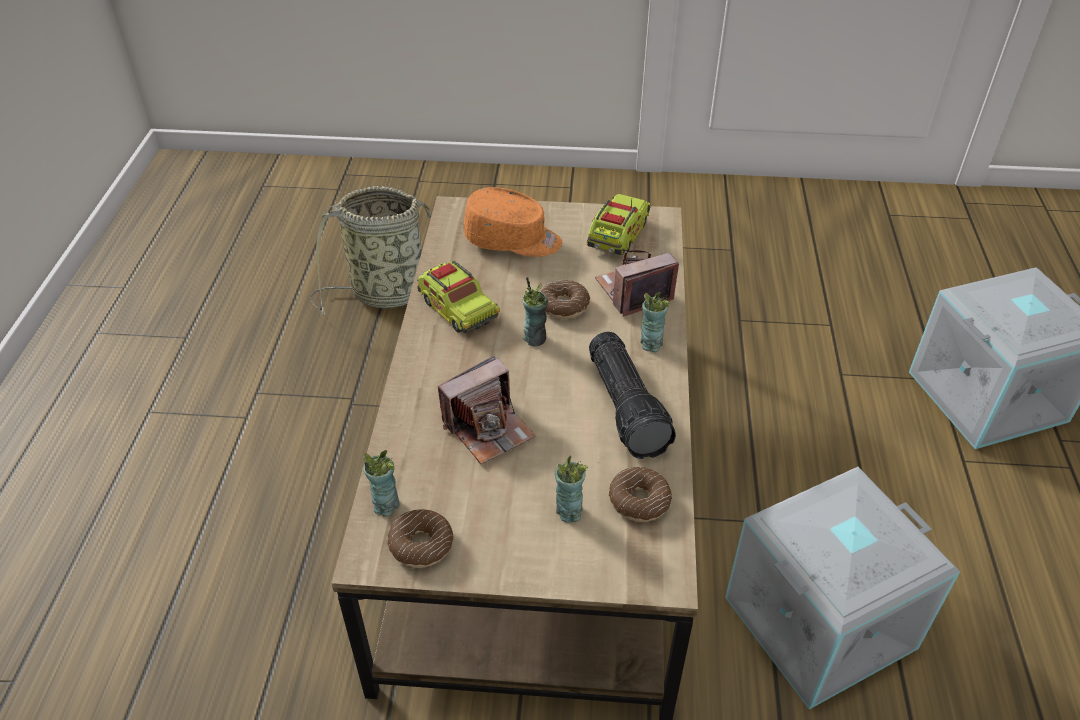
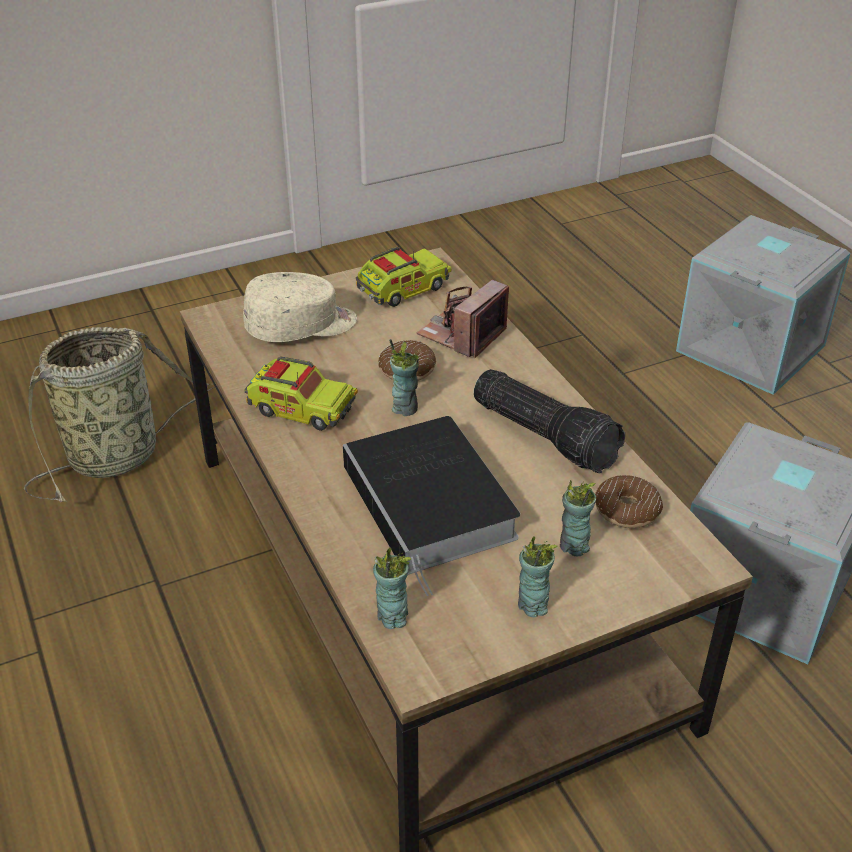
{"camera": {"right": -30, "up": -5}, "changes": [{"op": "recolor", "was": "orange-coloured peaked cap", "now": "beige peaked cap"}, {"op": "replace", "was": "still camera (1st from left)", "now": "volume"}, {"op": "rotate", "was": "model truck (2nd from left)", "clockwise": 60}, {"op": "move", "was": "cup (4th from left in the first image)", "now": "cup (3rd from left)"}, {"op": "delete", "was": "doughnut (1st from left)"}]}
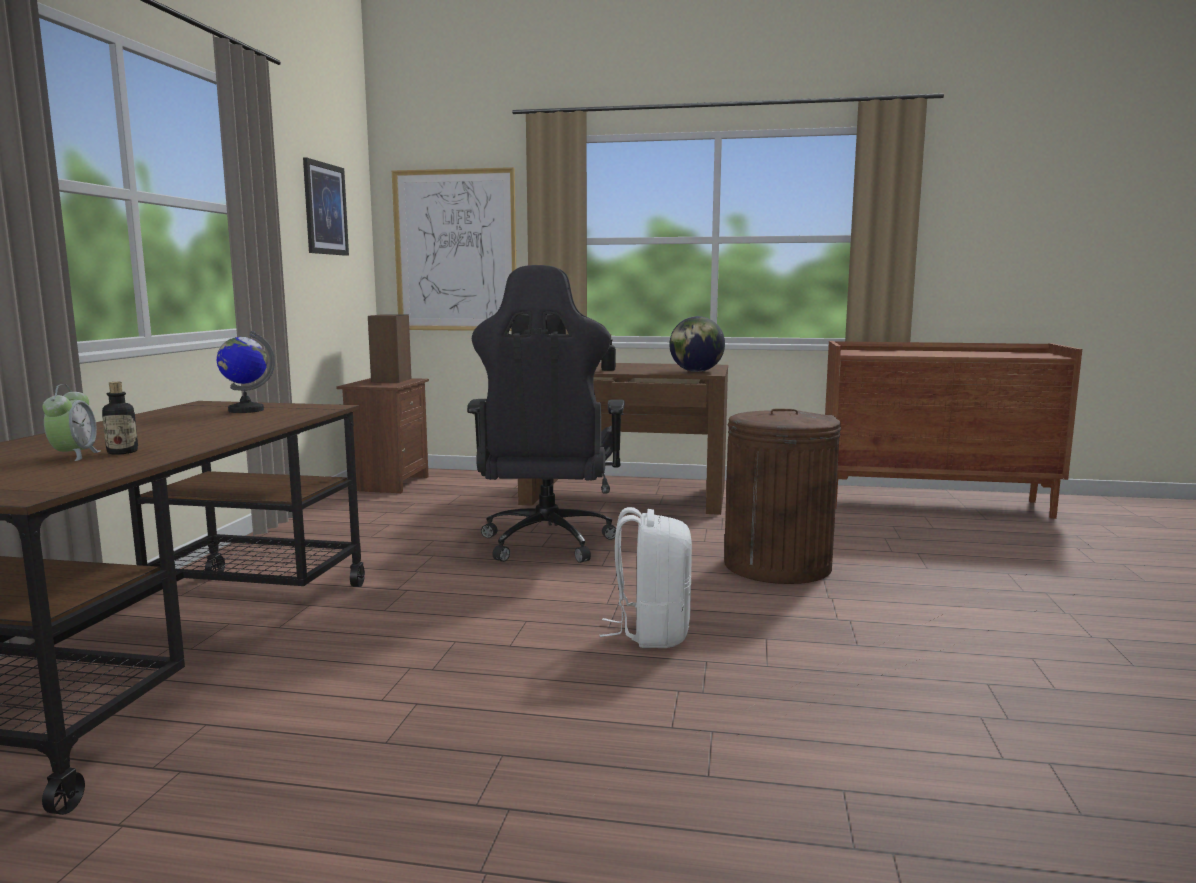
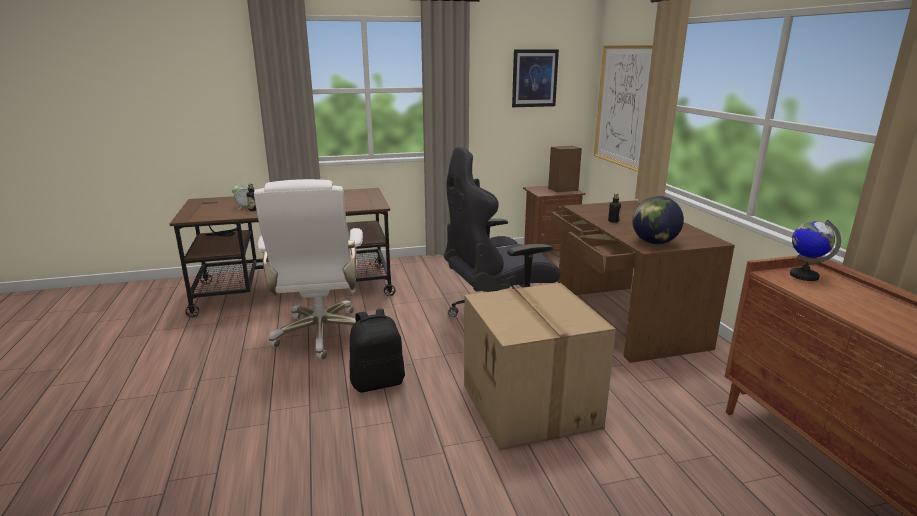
{"camera": {"right": 65, "up": 10}, "changes": [{"op": "insert", "now": "white computer chair"}, {"op": "recolor", "was": "white knapsack", "now": "blackish knapsack"}, {"op": "replace", "was": "brown-coloured waste bin", "now": "carton"}, {"op": "move", "was": "desk globe (1st from left in the first image)", "now": "desk globe (2nd from left)"}]}
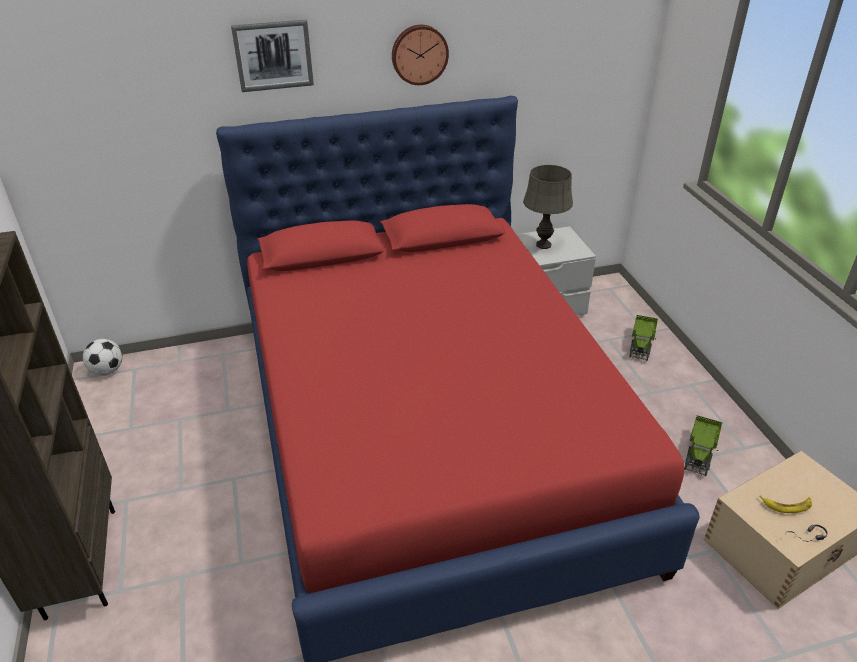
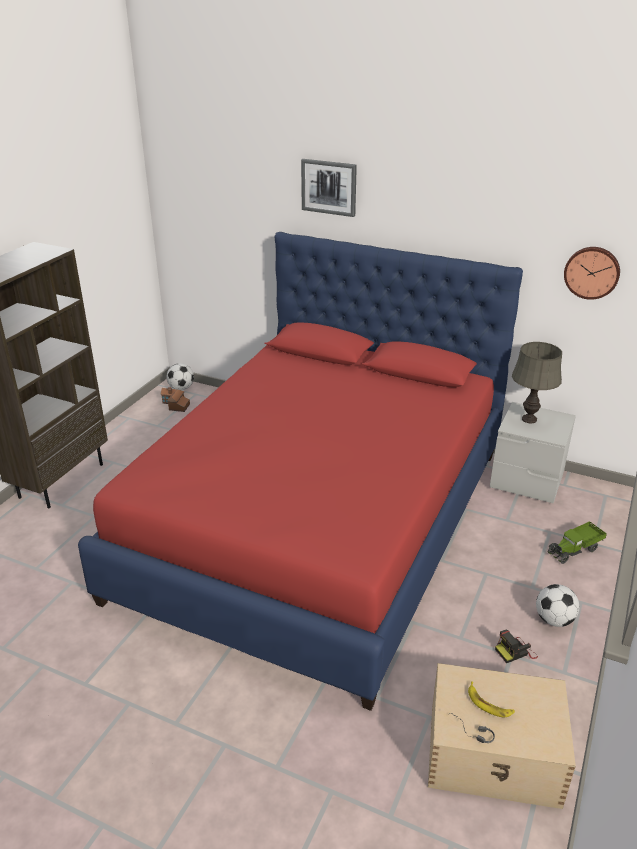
{"camera": {"right": 40, "up": -5}, "changes": [{"op": "insert", "now": "model house"}, {"op": "replace", "was": "model truck (2nd from left)", "now": "still camera"}, {"op": "insert", "now": "football ball (2nd from left)"}, {"op": "move", "was": "clock on the wall"}]}
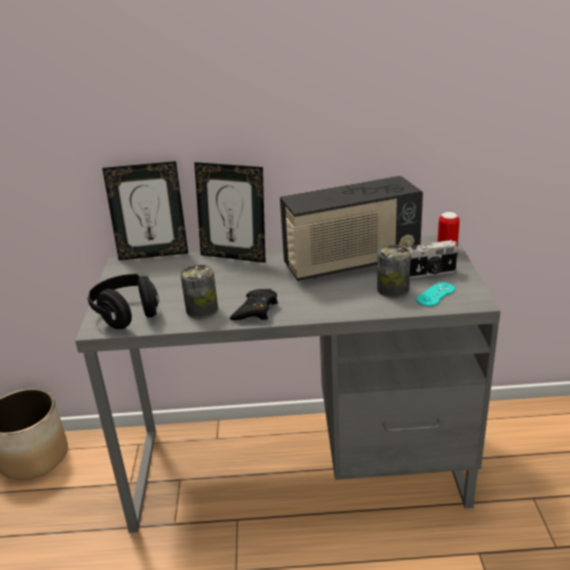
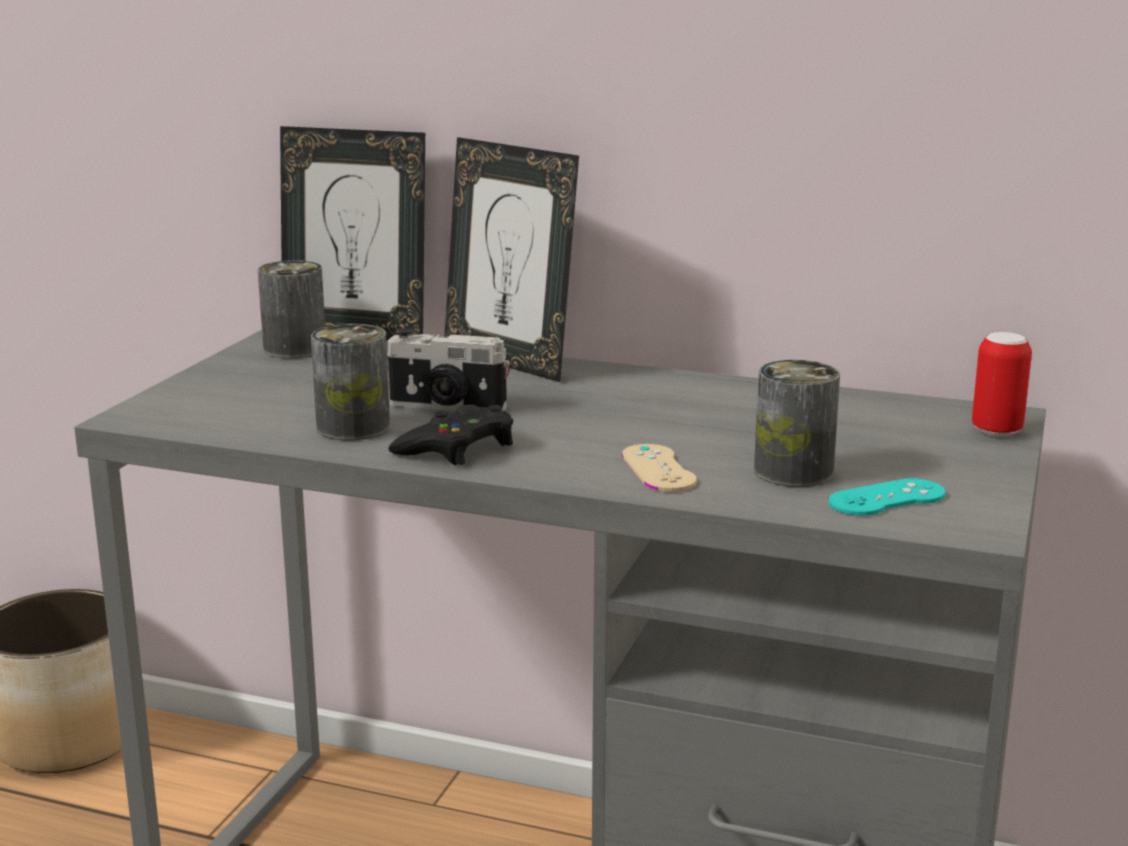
{"camera": {"right": 20, "up": -10}, "changes": [{"op": "insert", "now": "metal can (1st from left)"}, {"op": "move", "was": "still camera"}, {"op": "insert", "now": "beige game controller"}, {"op": "delete", "was": "blackish headphones"}, {"op": "delete", "was": "radio set"}]}
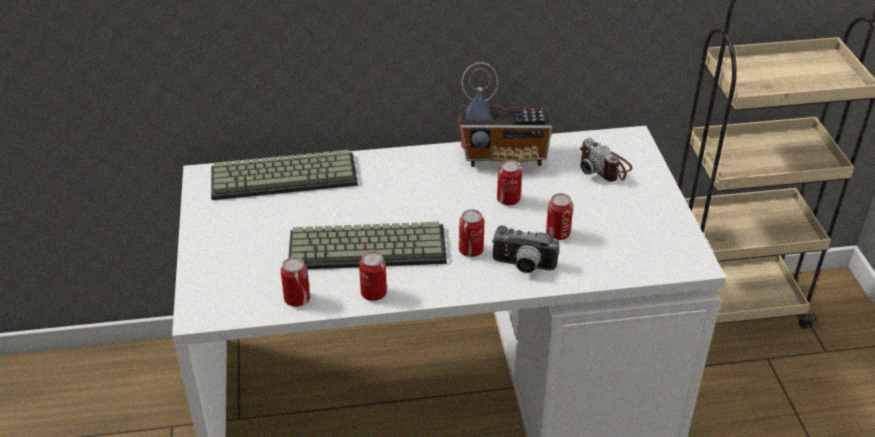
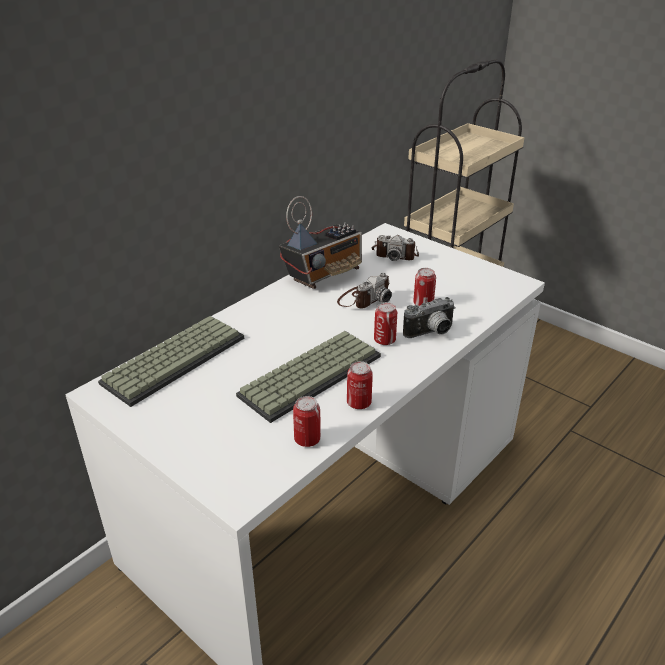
{"camera": {"right": -40, "up": -5}, "changes": [{"op": "replace", "was": "metal can (4th from left)", "now": "still camera (1st from left)"}]}
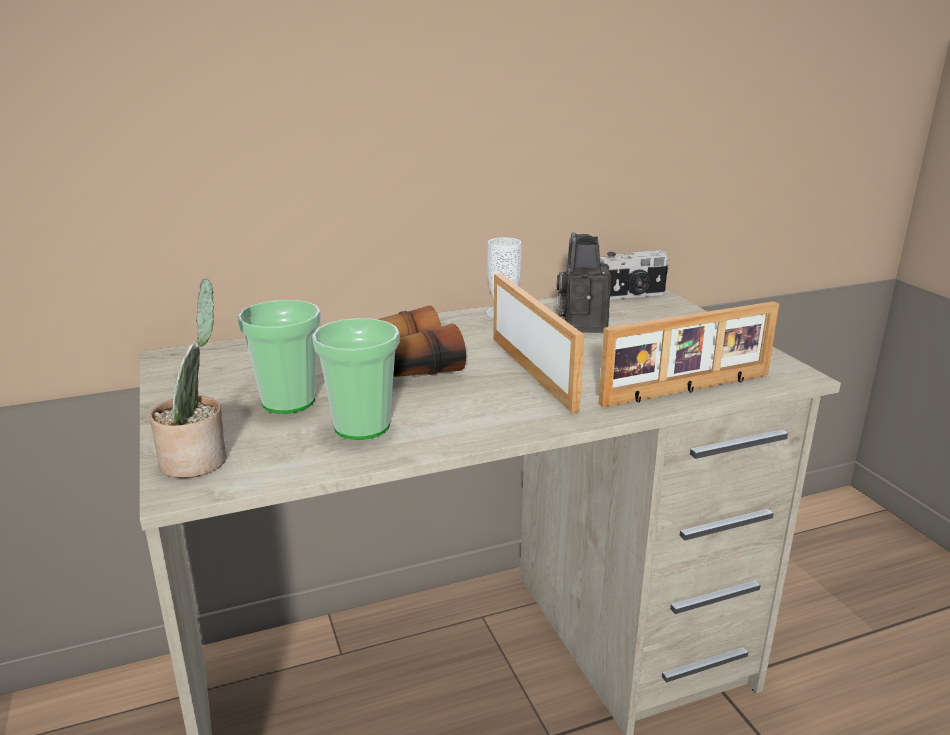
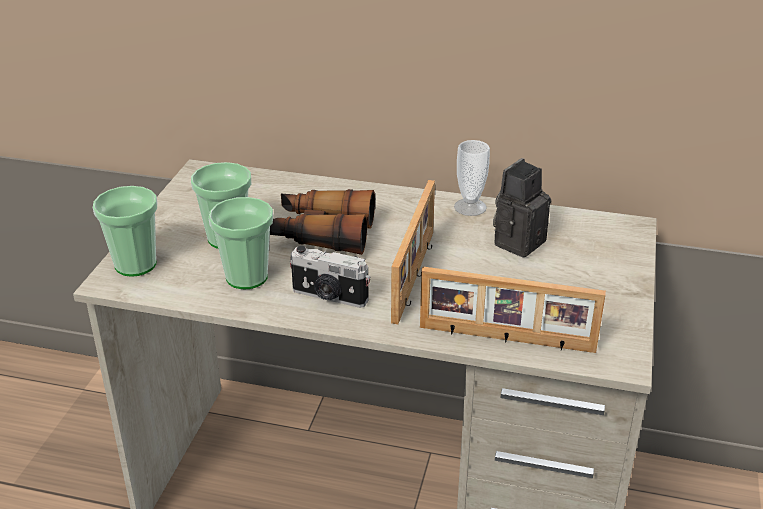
{"camera": {"right": 35, "up": 10}, "changes": [{"op": "replace", "was": "plant in a pot", "now": "cup (1st from left)"}, {"op": "move", "was": "still camera (2nd from left in the first image)", "now": "still camera (1st from left)"}]}
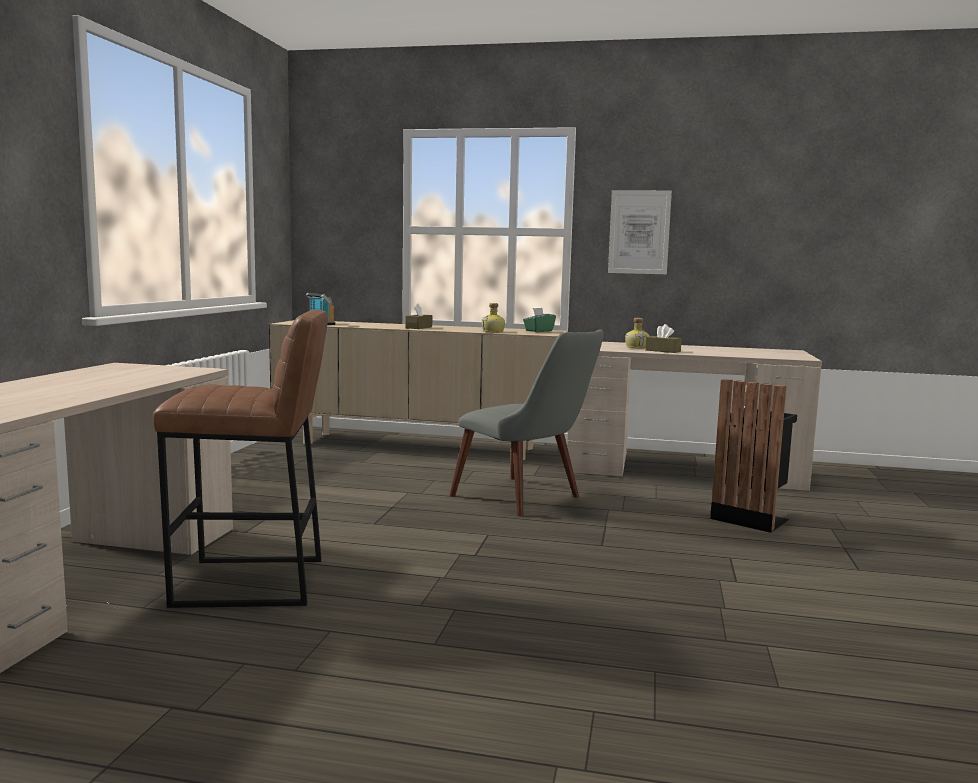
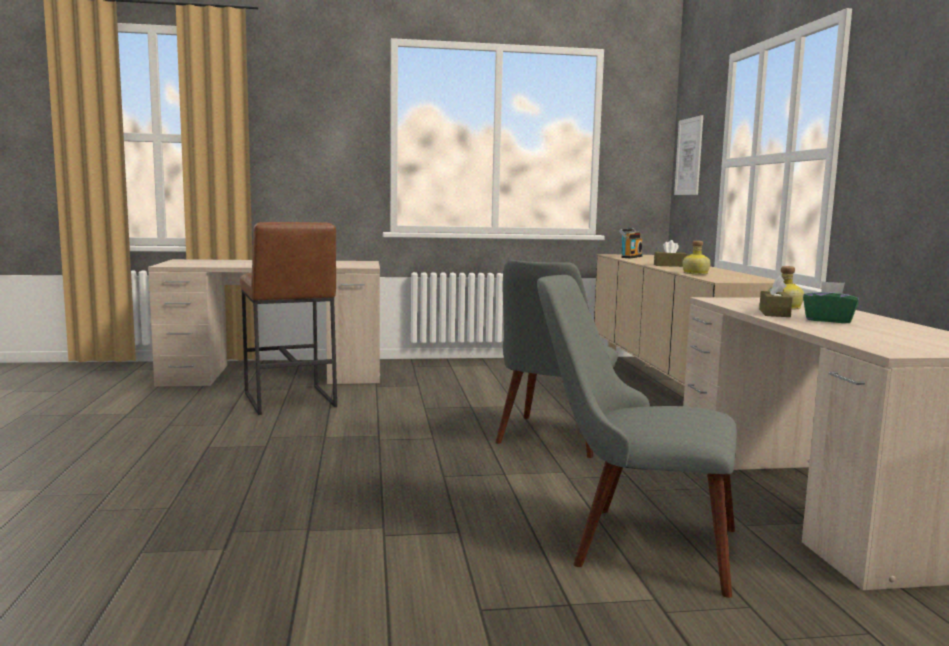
{"camera": {"right": 70, "up": 0}, "changes": [{"op": "replace", "was": "blackish waste bin", "now": "greyish chair (2nd from left)"}, {"op": "move", "was": "picture"}, {"op": "move", "was": "green-coloured tissue box"}]}
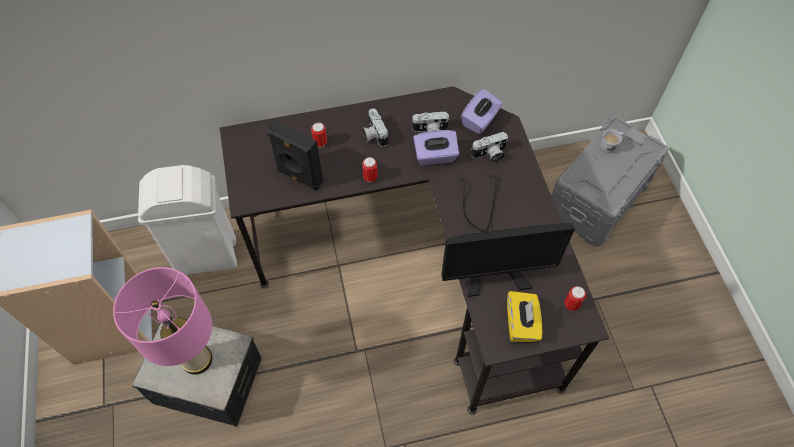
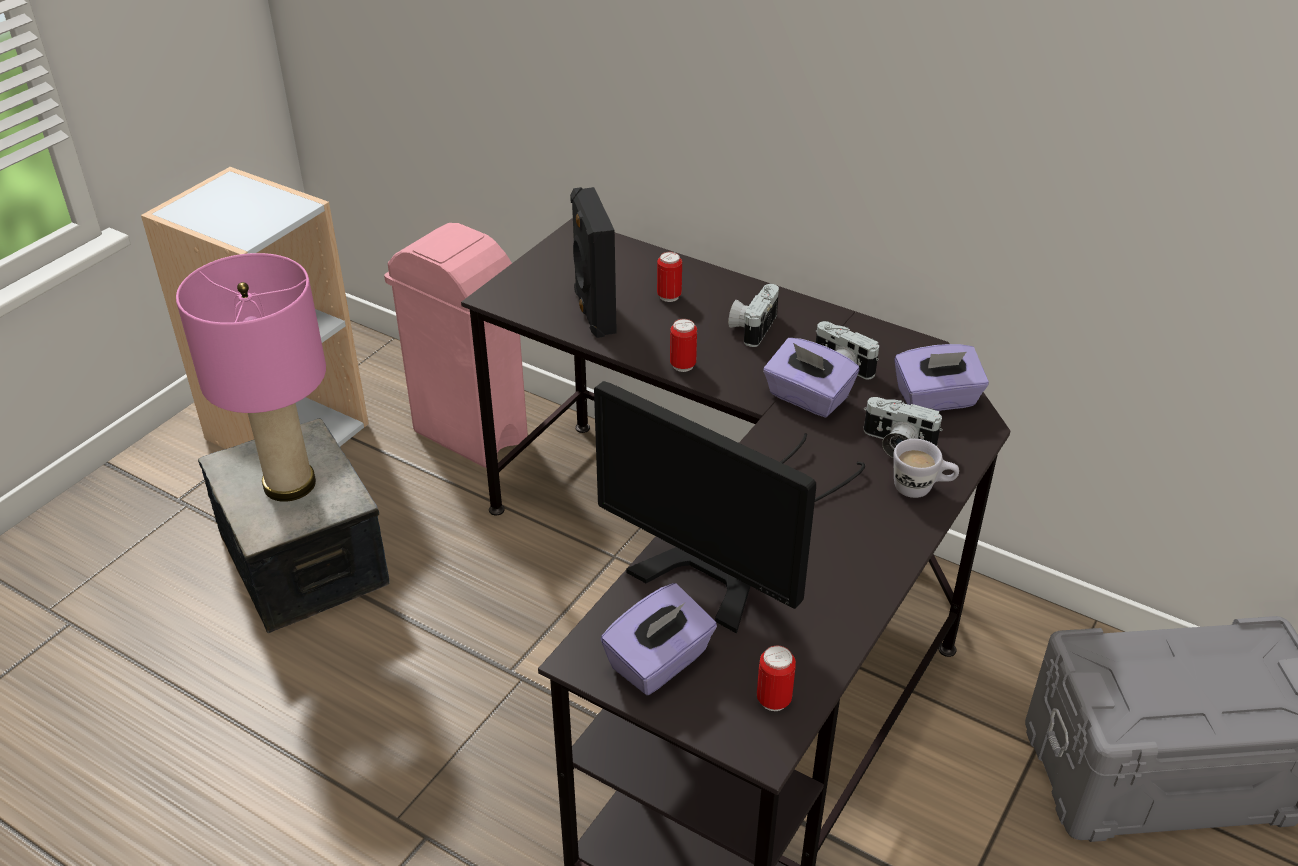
{"camera": {"right": 45, "up": -20}, "changes": [{"op": "recolor", "was": "white waste bin", "now": "pink waste bin"}, {"op": "recolor", "was": "yellowish tissue box", "now": "purple-coloured tissue box (1st from left)"}, {"op": "move", "was": "white tea mug"}]}
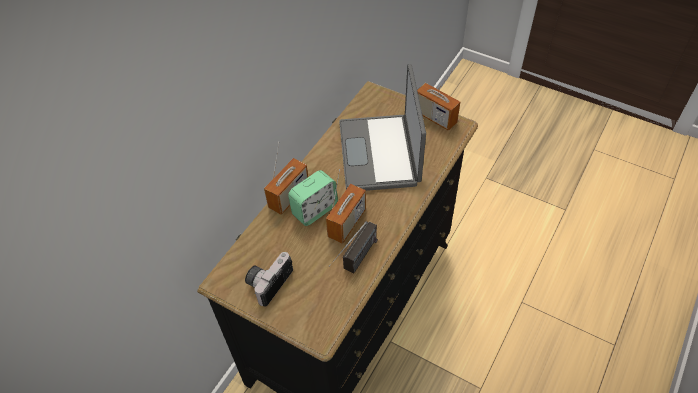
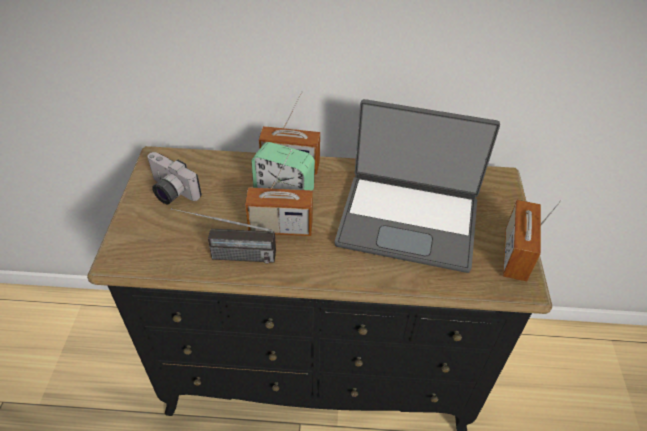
{"camera": {"right": 60, "up": -5}, "changes": [{"op": "rotate", "was": "still camera", "clockwise": -150}, {"op": "rotate", "was": "laptop", "clockwise": -135}]}
